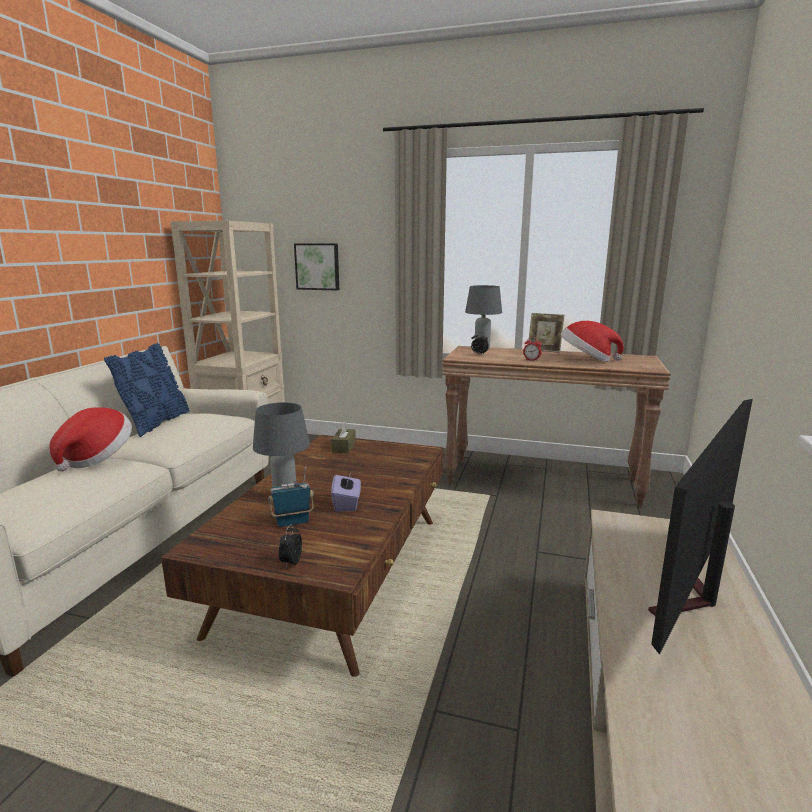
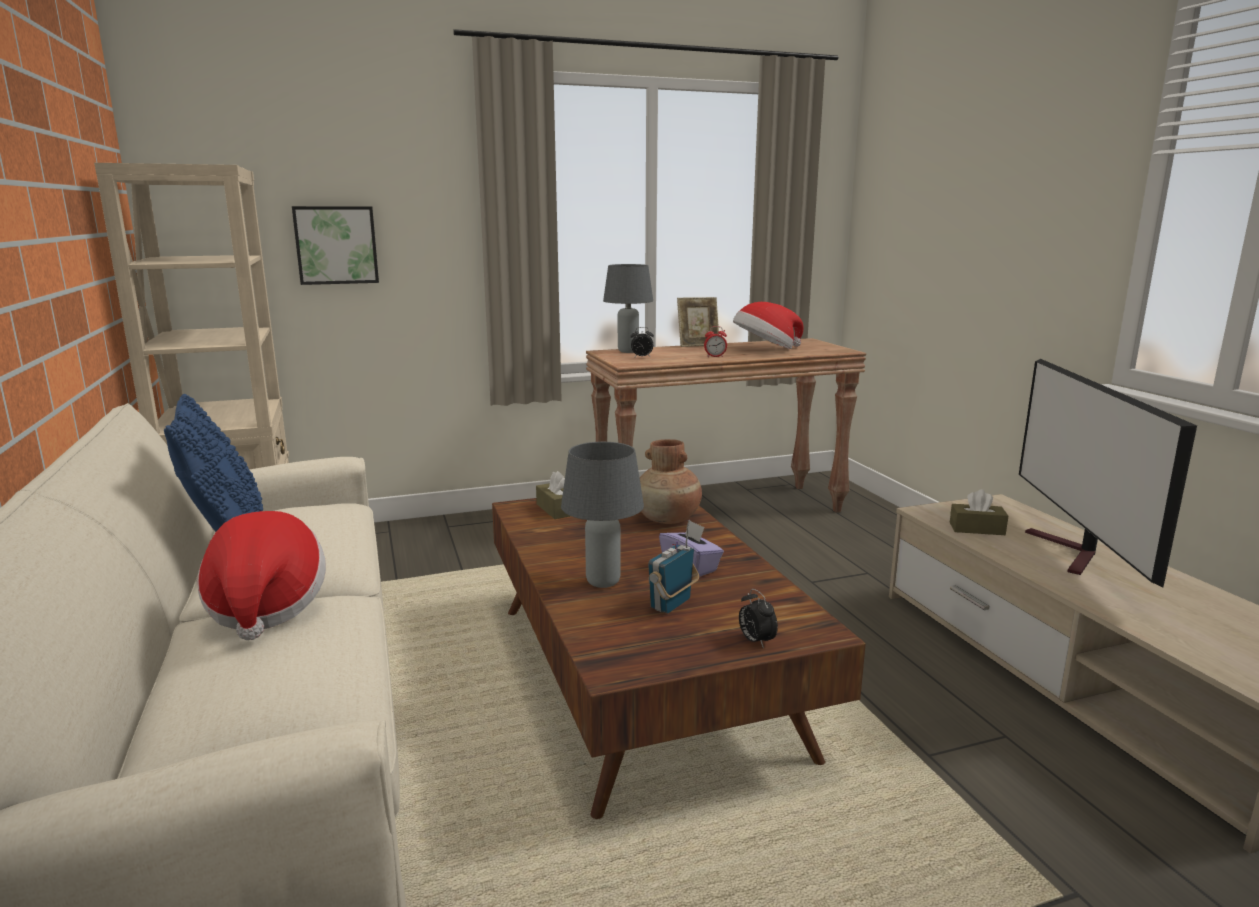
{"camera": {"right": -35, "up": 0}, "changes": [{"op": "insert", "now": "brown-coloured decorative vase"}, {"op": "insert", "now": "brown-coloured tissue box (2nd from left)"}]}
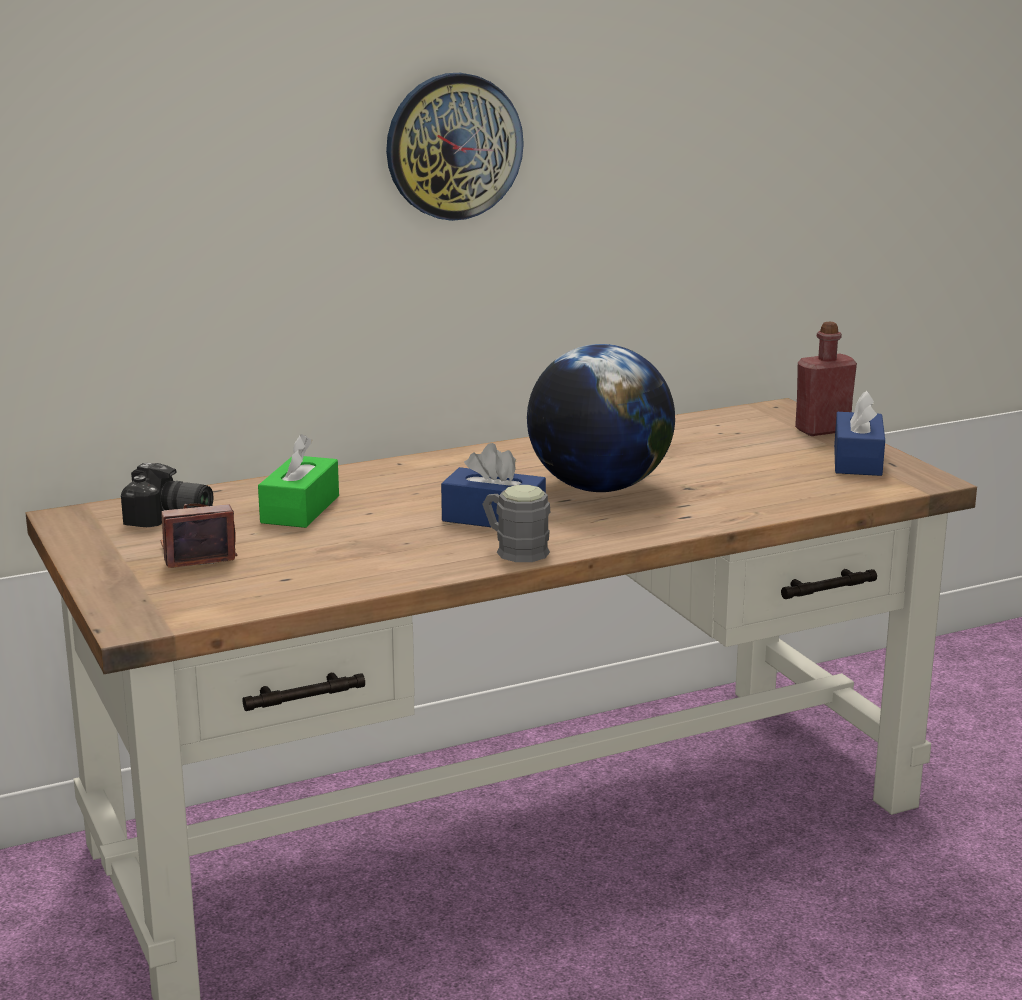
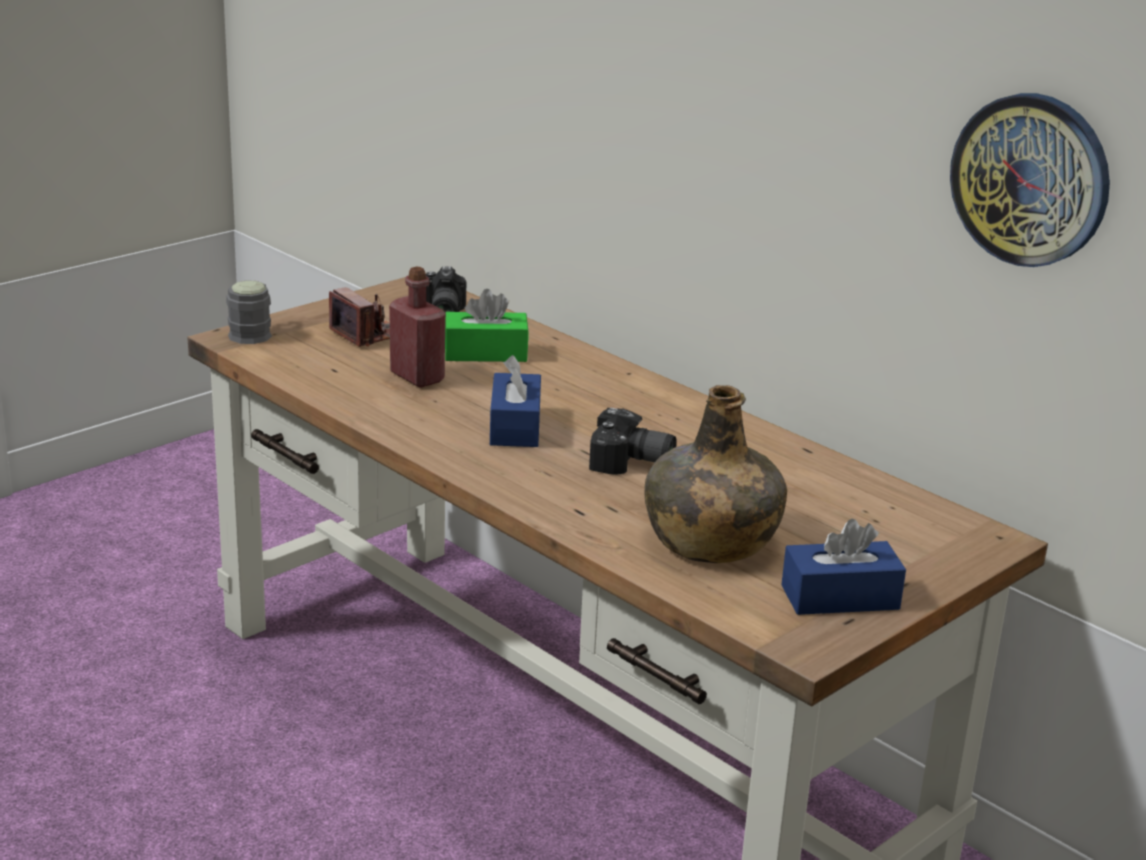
{"camera": {"right": 70, "up": 5}, "changes": [{"op": "move", "was": "greyish tea mug"}, {"op": "move", "was": "red beverage bottle"}, {"op": "replace", "was": "desk globe", "now": "still camera (3rd from left)"}, {"op": "insert", "now": "green-coloured beverage bottle"}, {"op": "move", "was": "clock on the wall"}]}
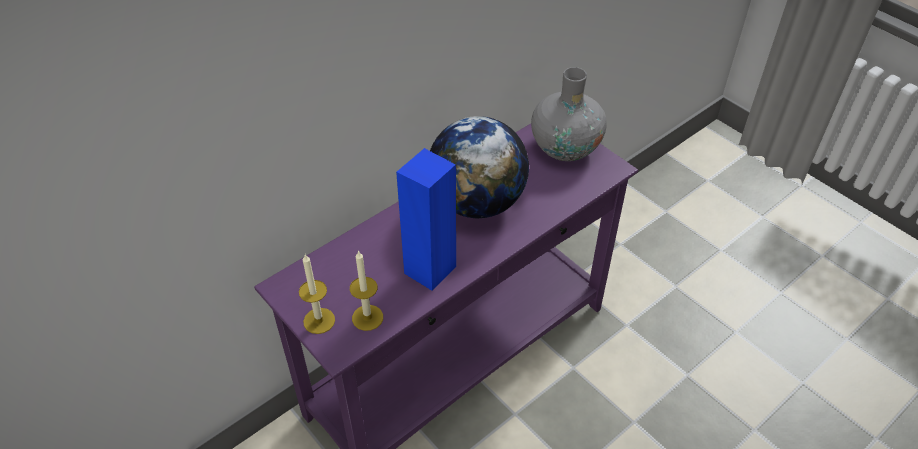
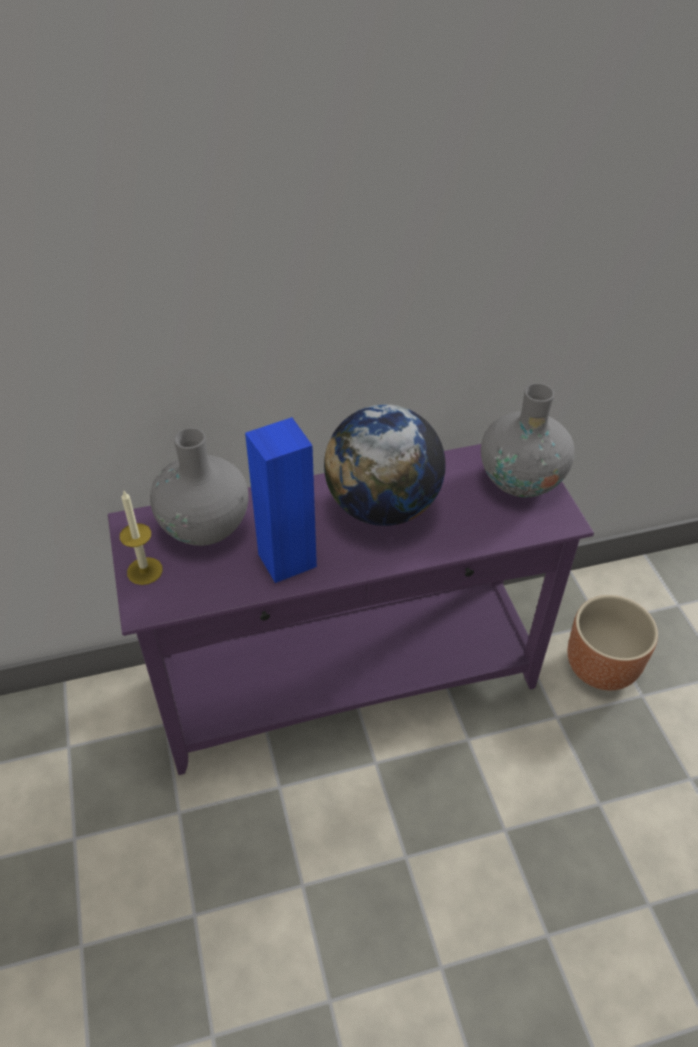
{"camera": {"right": 25, "up": 0}, "changes": [{"op": "insert", "now": "greyish decorative vase (1st from left)"}, {"op": "insert", "now": "brown-coloured planter"}, {"op": "delete", "was": "wax candle (2nd from left)"}]}
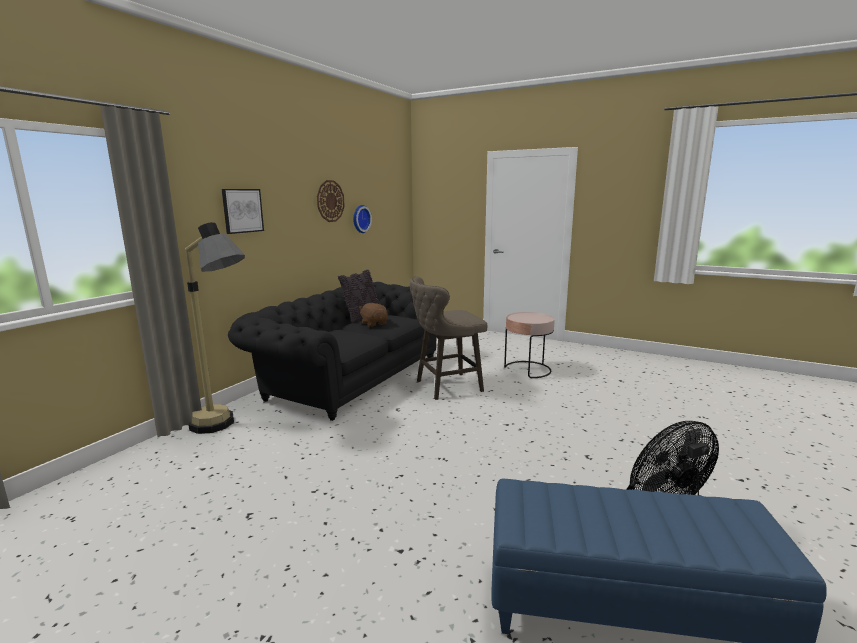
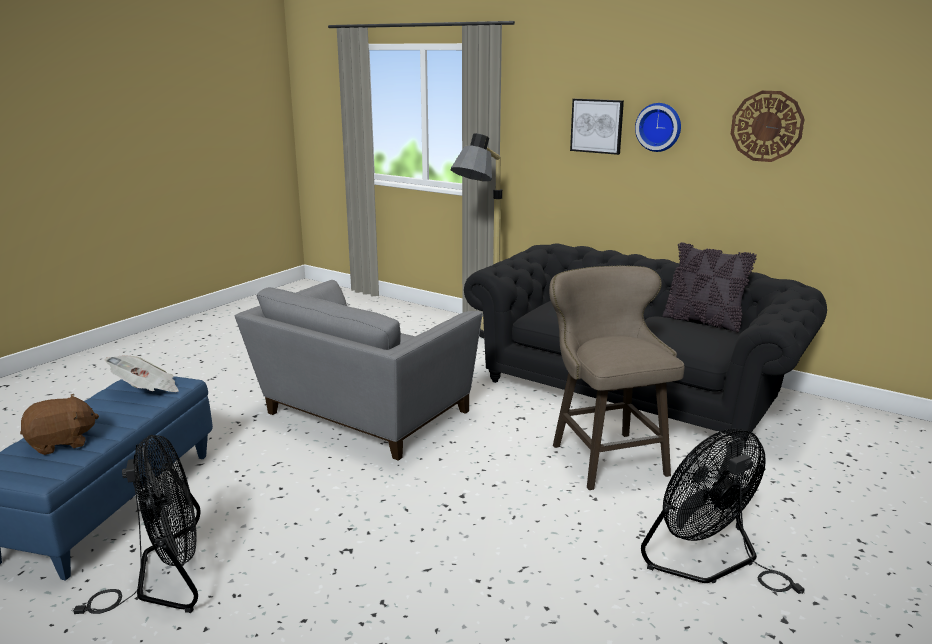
{"camera": {"right": 95, "up": 5}, "changes": [{"op": "move", "was": "brown-coloured soft toy"}, {"op": "insert", "now": "daily paper"}, {"op": "insert", "now": "greyish armchair"}, {"op": "move", "was": "clock on the wall (2nd from left in the first image)", "now": "clock on the wall (1st from left)"}, {"op": "replace", "was": "pink end table", "now": "blackish cooling fan (2nd from left)"}]}
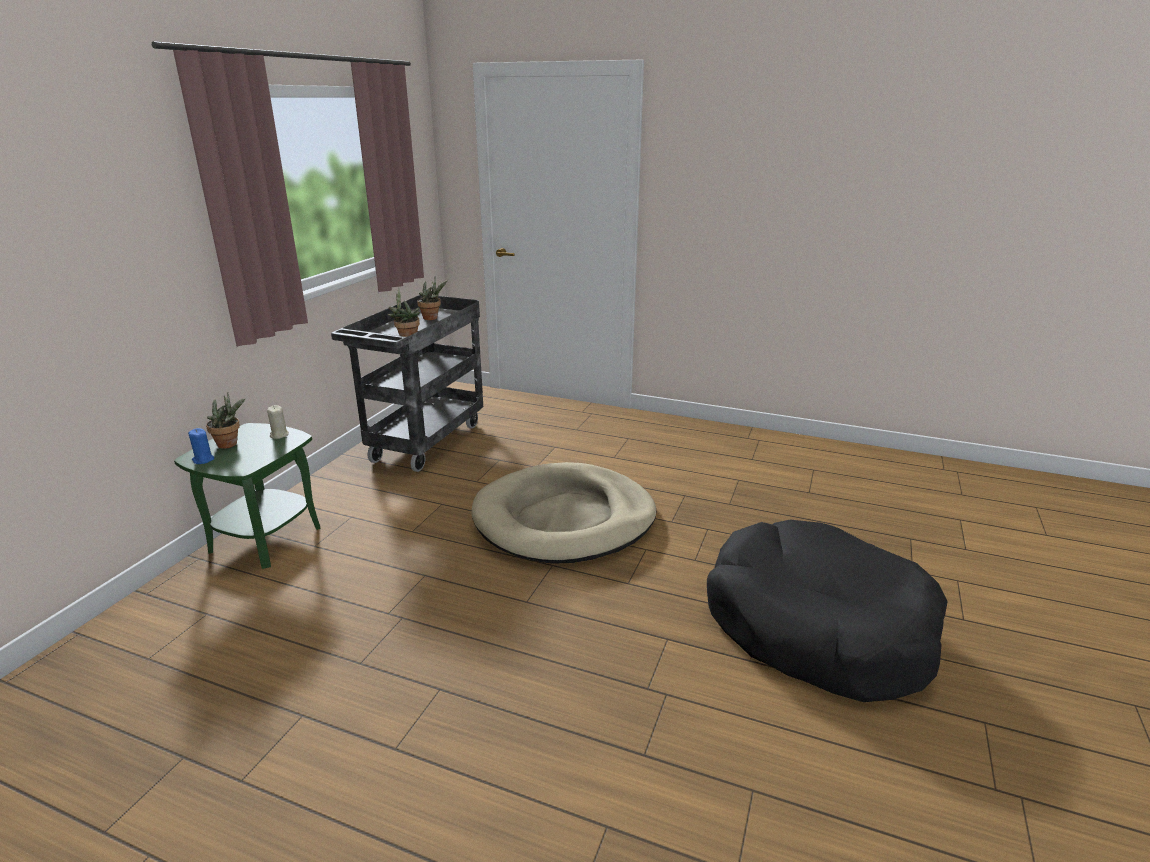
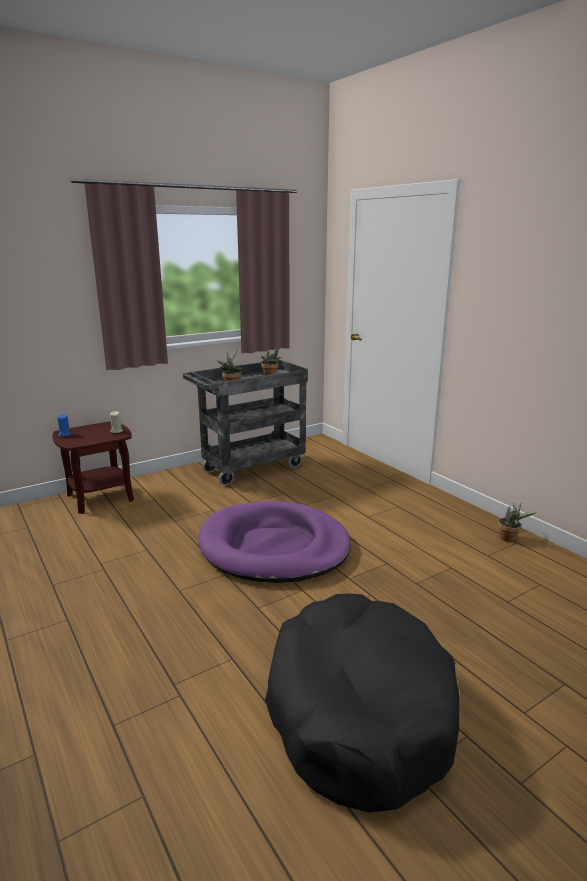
{"camera": {"right": 35, "up": -5}, "changes": [{"op": "recolor", "was": "green-coloured end table", "now": "brown-coloured end table"}, {"op": "recolor", "was": "beige pet bed", "now": "purple-coloured pet bed"}, {"op": "move", "was": "plant in a pot (1st from left in the first image)", "now": "plant in a pot (3rd from left)"}]}
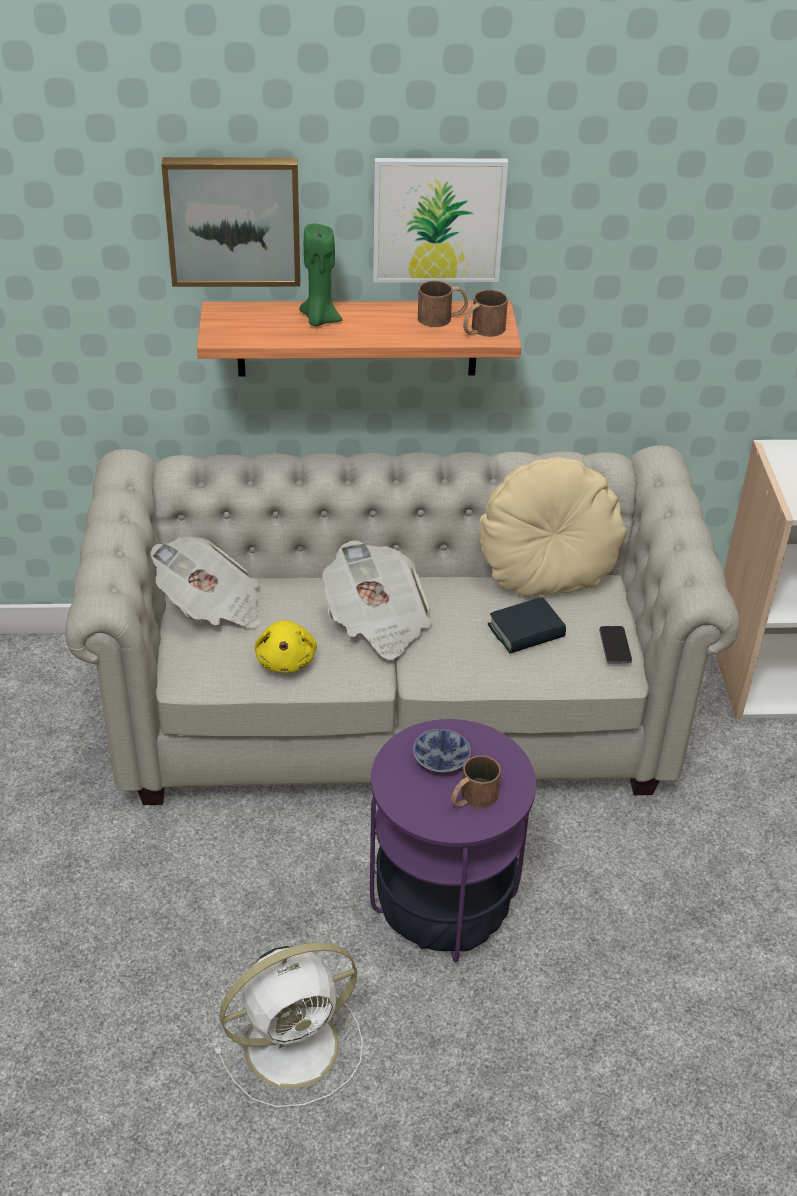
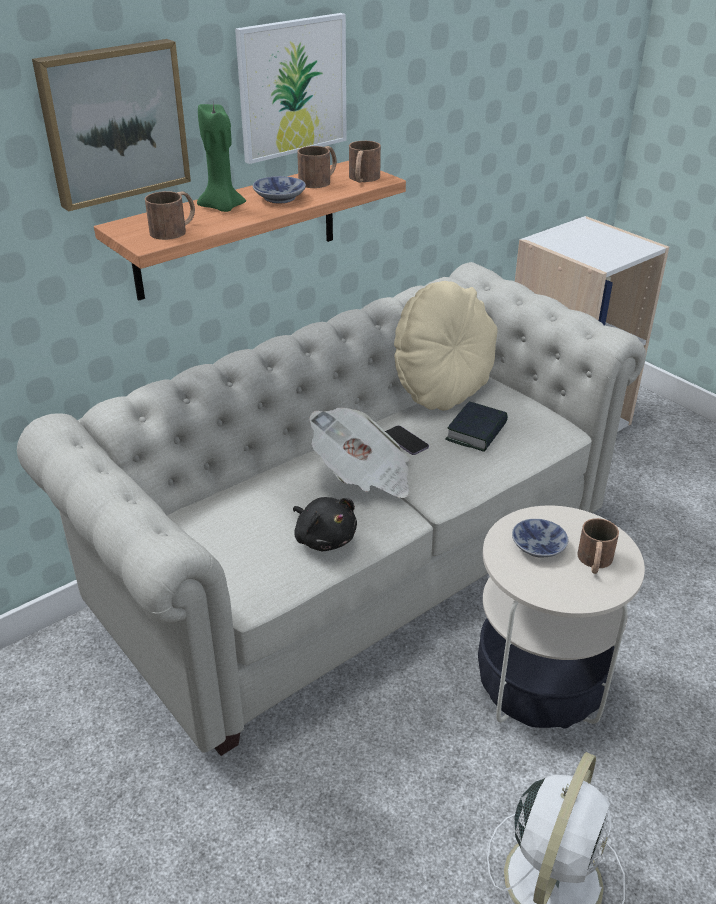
{"camera": {"right": -35, "up": -5}, "changes": [{"op": "insert", "now": "brown-coloured tea mug (1st from left)"}, {"op": "insert", "now": "bowl (1st from left)"}, {"op": "recolor", "was": "yellowish soft toy", "now": "blackish soft toy"}, {"op": "move", "was": "handset"}, {"op": "recolor", "was": "purple-coloured end table", "now": "beige end table"}, {"op": "delete", "was": "daily paper (1st from left)"}]}
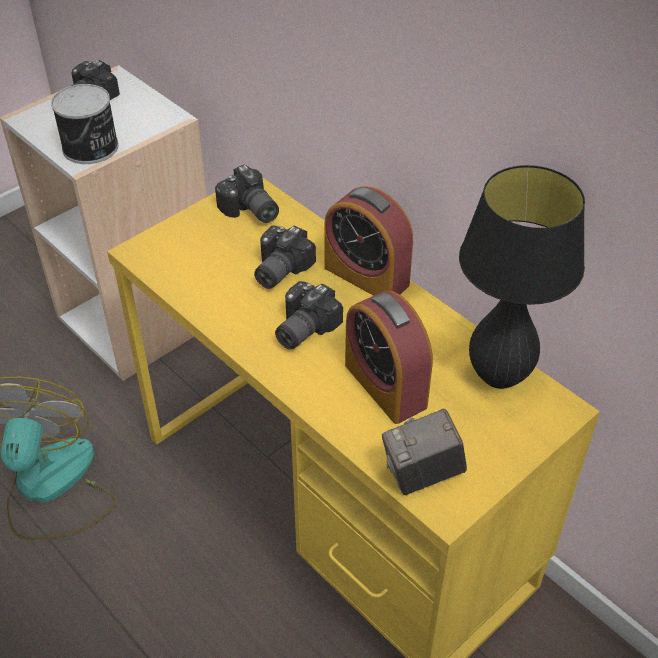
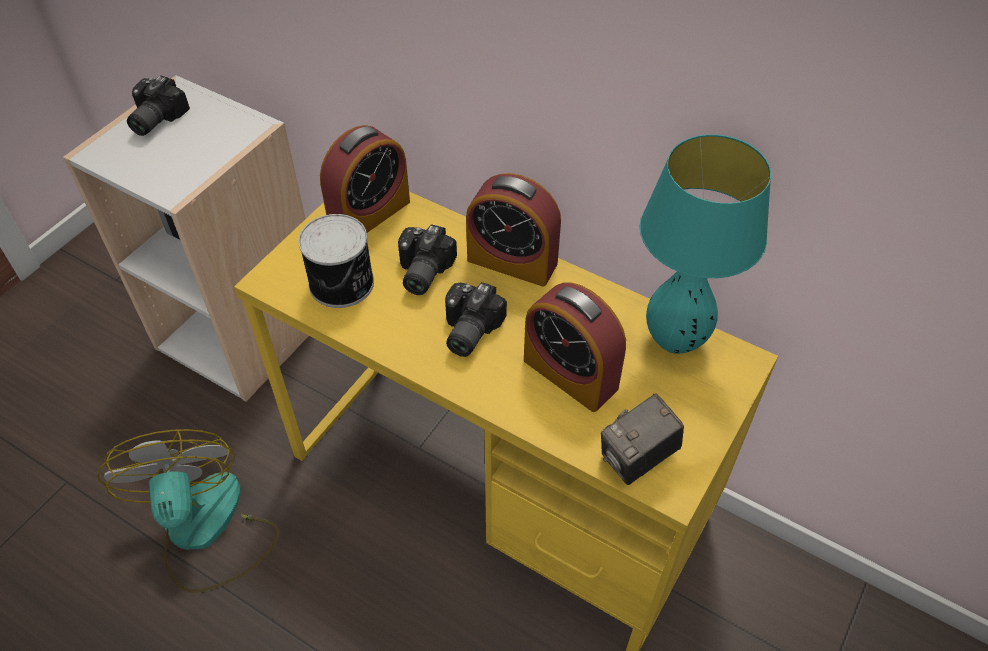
{"camera": {"right": -15, "up": 5}, "changes": [{"op": "move", "was": "metal can"}, {"op": "replace", "was": "still camera (2nd from left)", "now": "alarm clock (1st from left)"}, {"op": "recolor", "was": "blackish lamp for a table", "now": "turquoise-coloured lamp for a table"}]}
